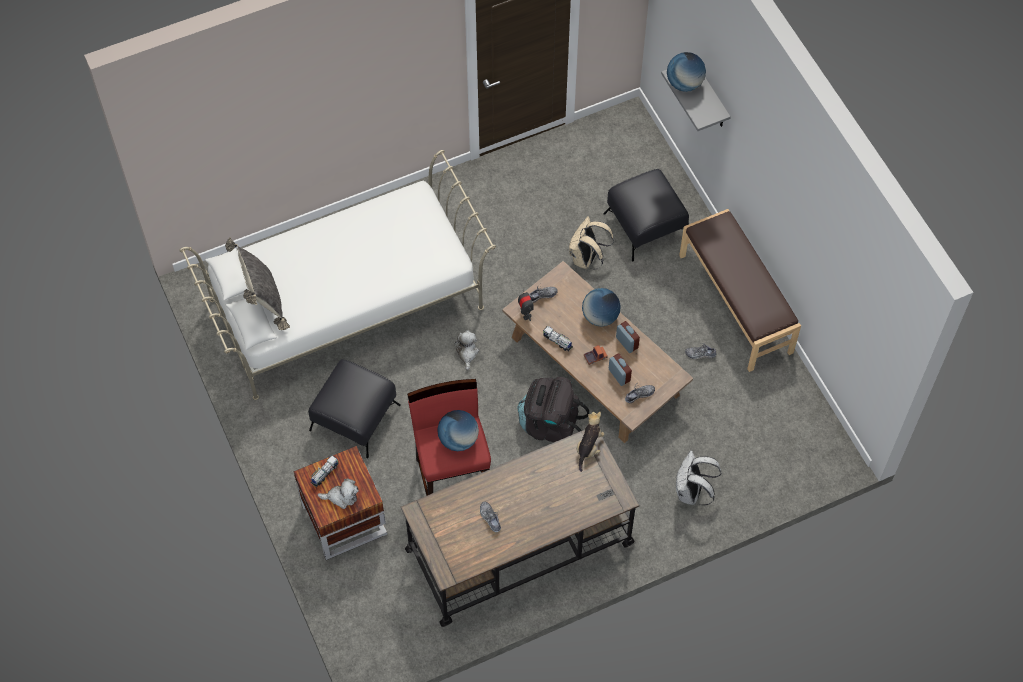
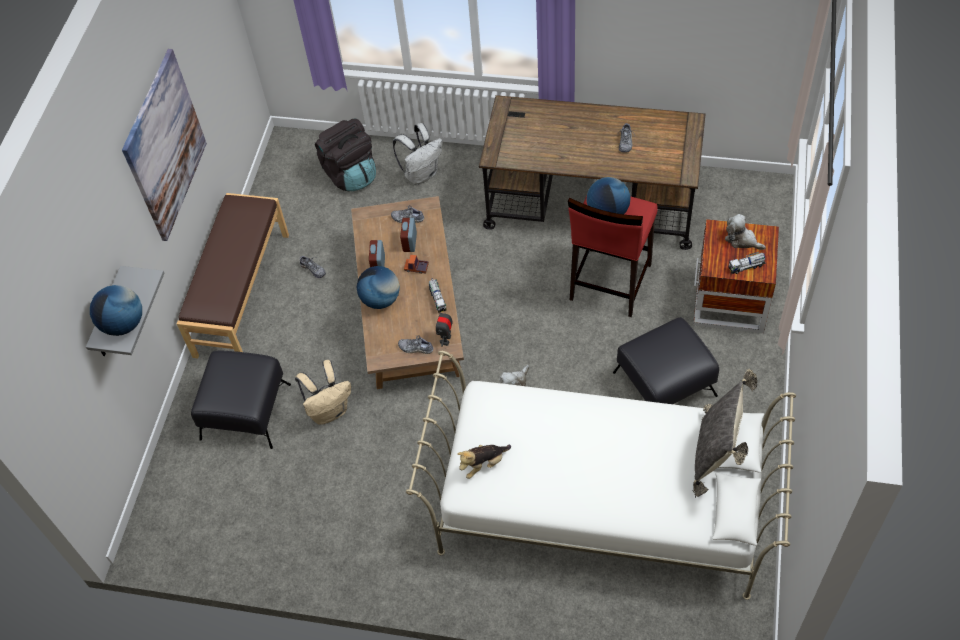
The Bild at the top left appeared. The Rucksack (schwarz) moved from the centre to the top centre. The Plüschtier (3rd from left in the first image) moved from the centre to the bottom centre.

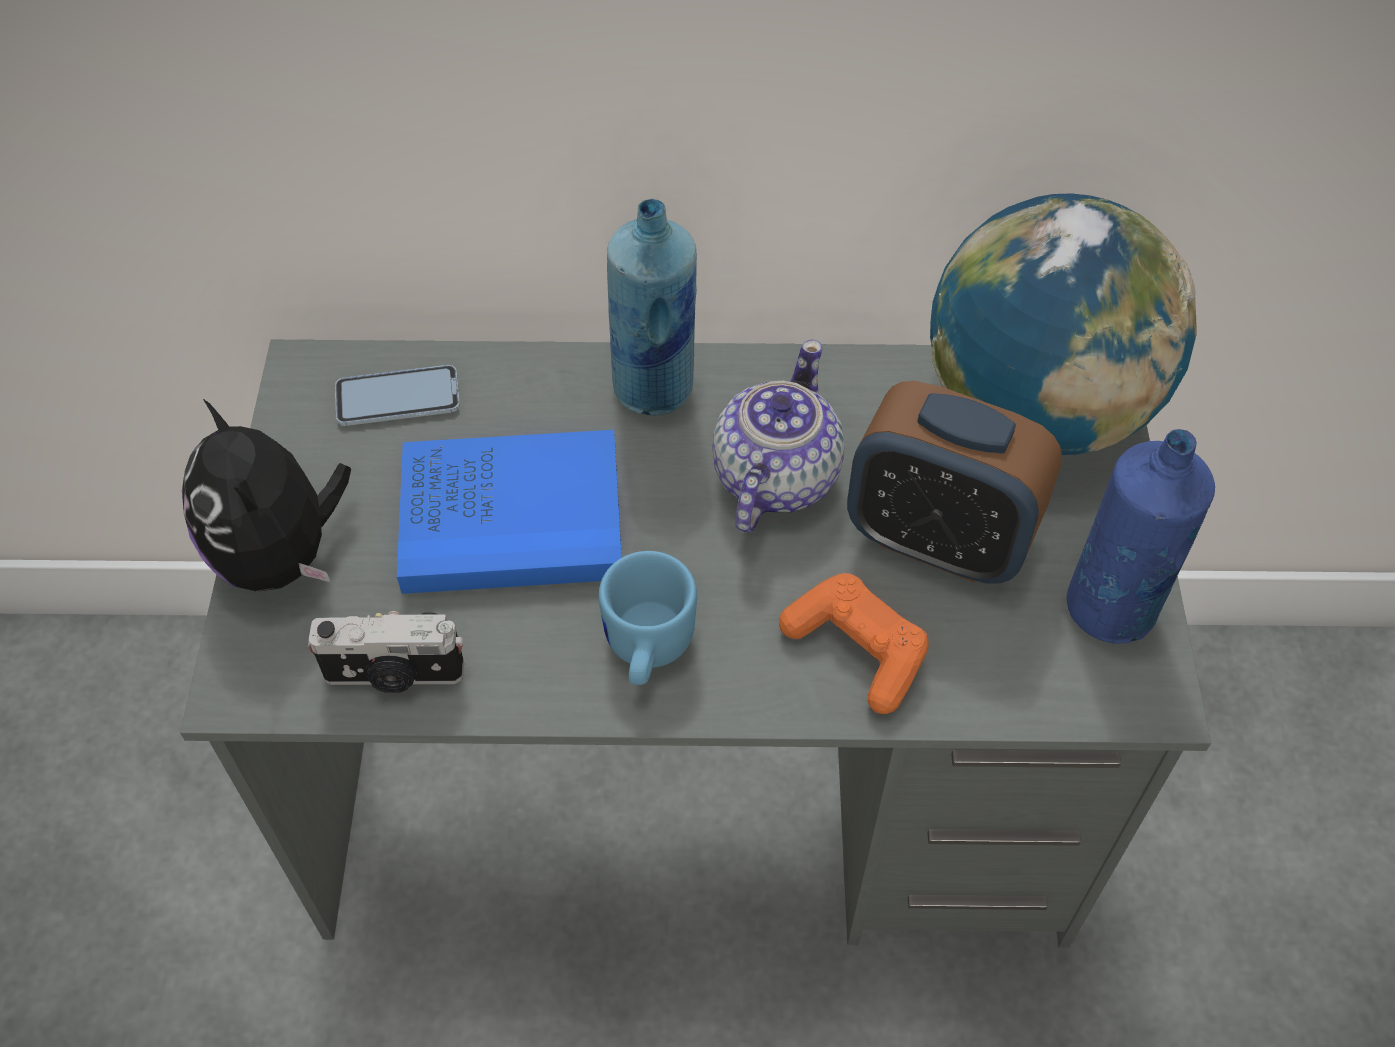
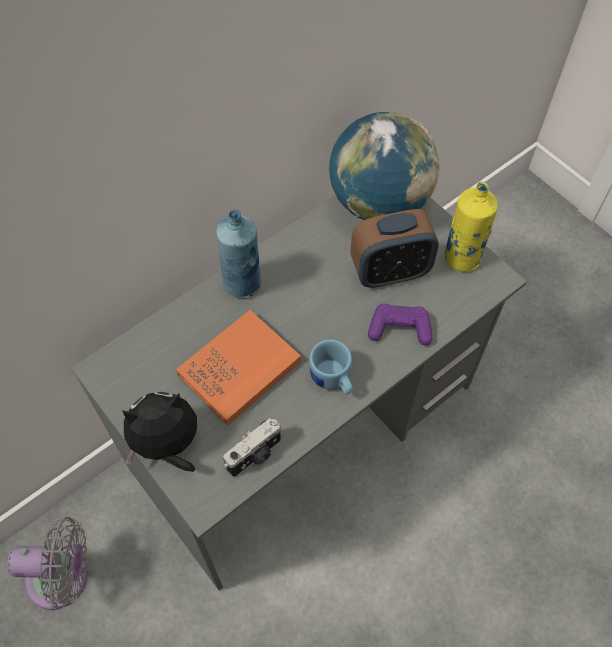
The Ventilator (grau) at the bottom left appeared. The Plüschtier at the middle left turned 135 degrees clockwise. The Buch (blau) at the centre became the Buch (orange) at the centre. The Gamepad (orange) at the centre became the Gamepad (lila) at the centre. The Flasche (blau) (2nd from left) at the middle right became the Flasche (gelb) at the middle right. The Handy at the middle left disappeared. The Teekanne at the centre disappeared.

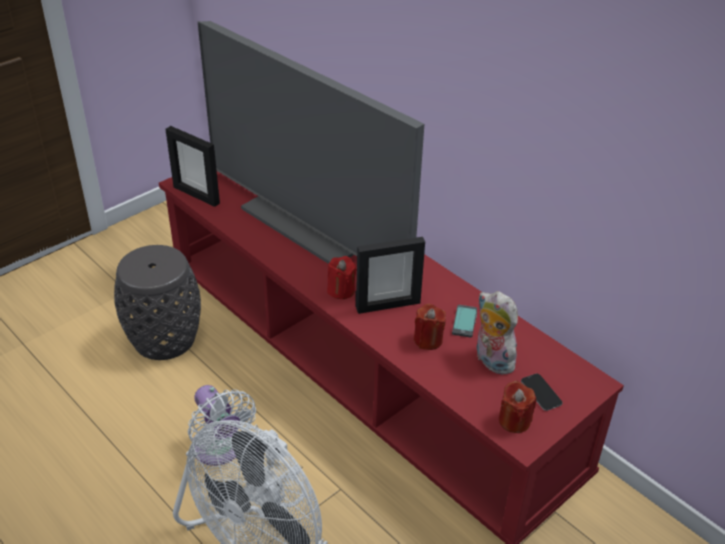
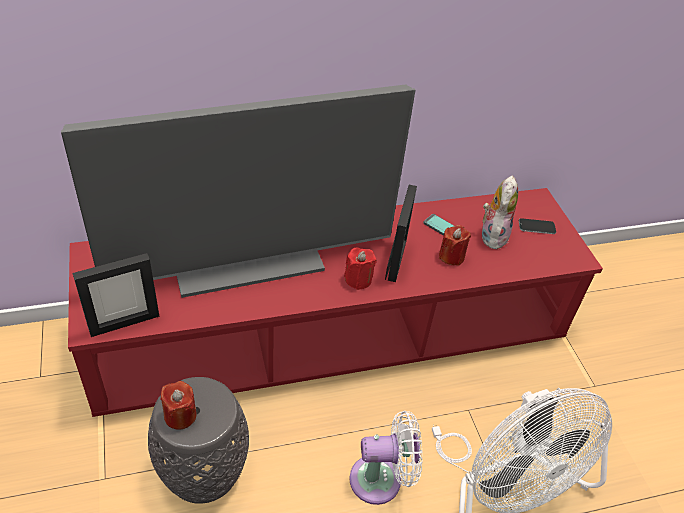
The Kerze (rot) (3rd from left in the first image) moved from the bottom right to the bottom left. The Plüschtier at the middle right turned 120 degrees clockwise.

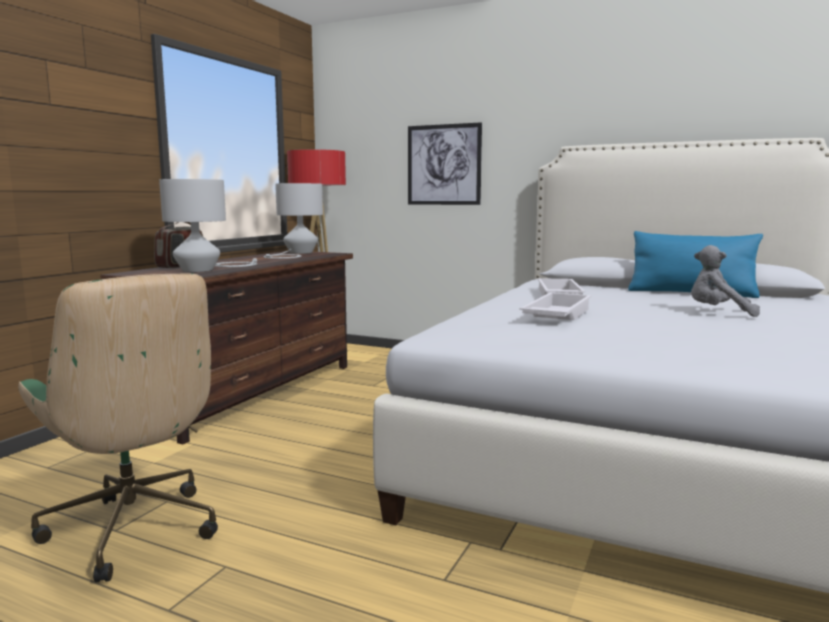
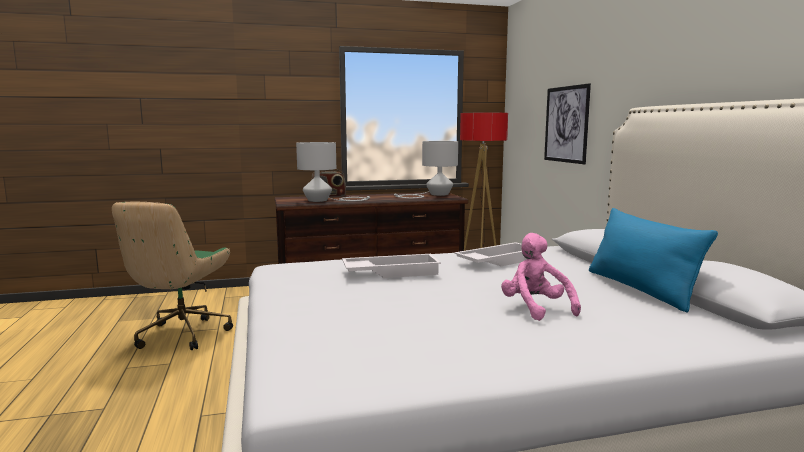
The Plüschtier (grau) at the middle right became the Plüschtier (rosa) at the middle right.

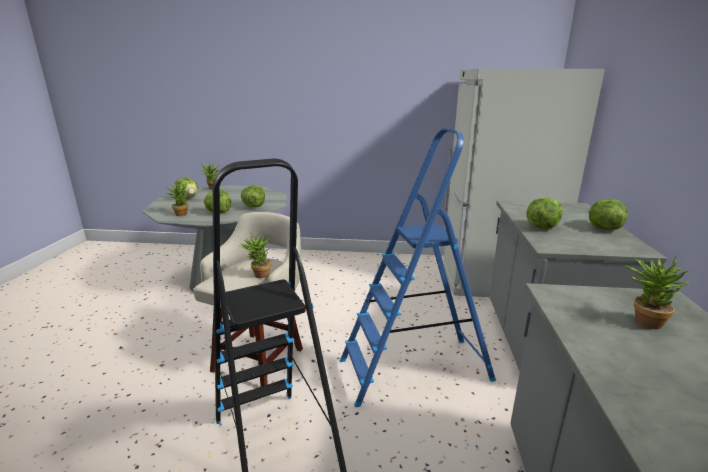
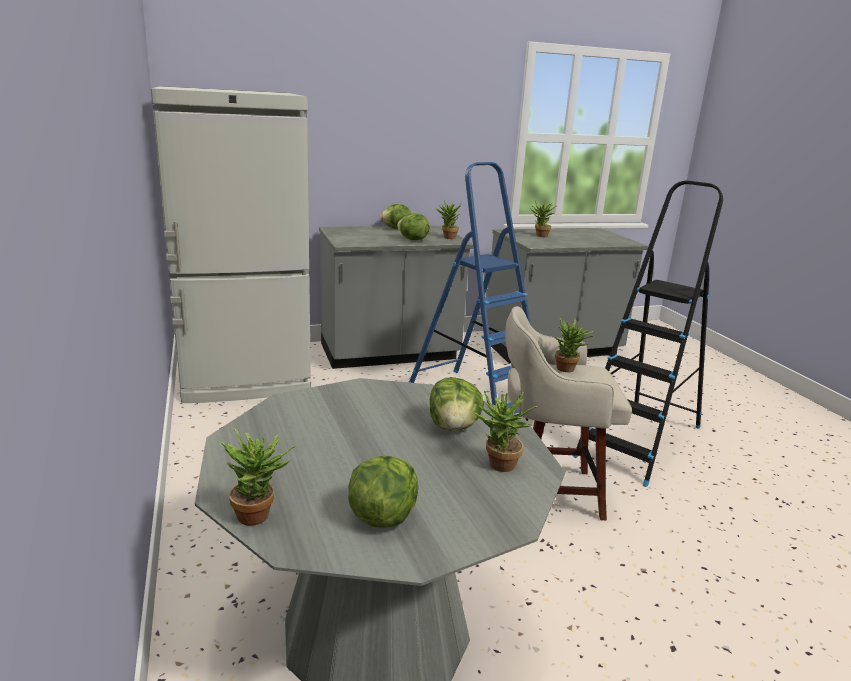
The Topfpflanze (2nd from left) at the top centre appeared. The Salatkopf (3rd from left) at the centre disappeared.

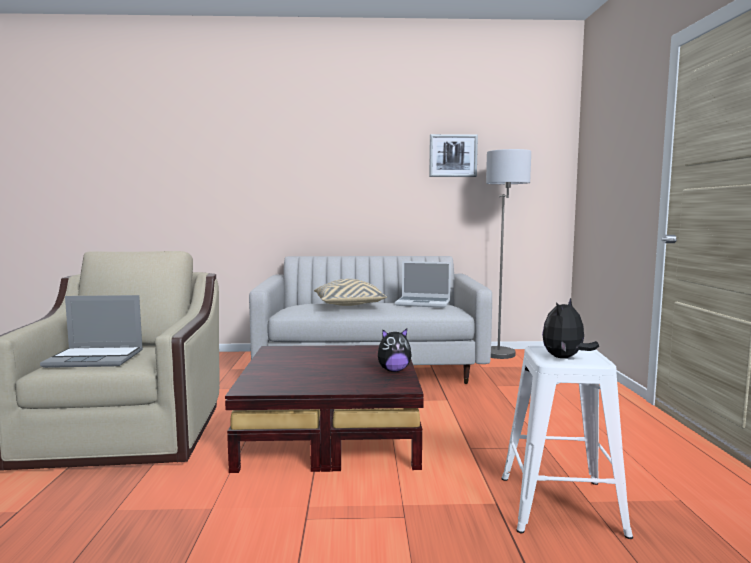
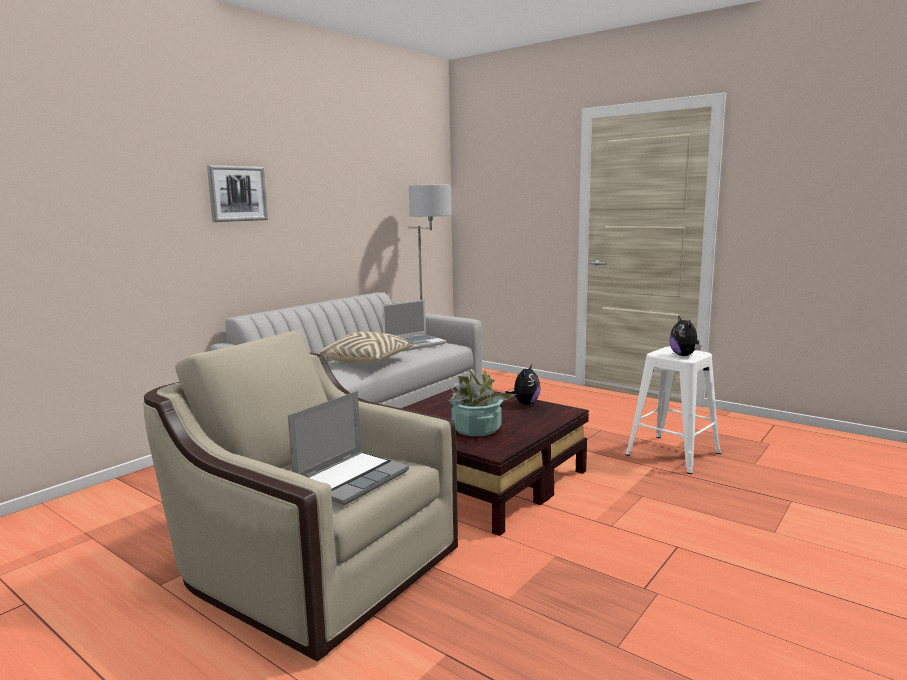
The Bild moved from the top centre to the top left. The Topfpflanze at the centre appeared.

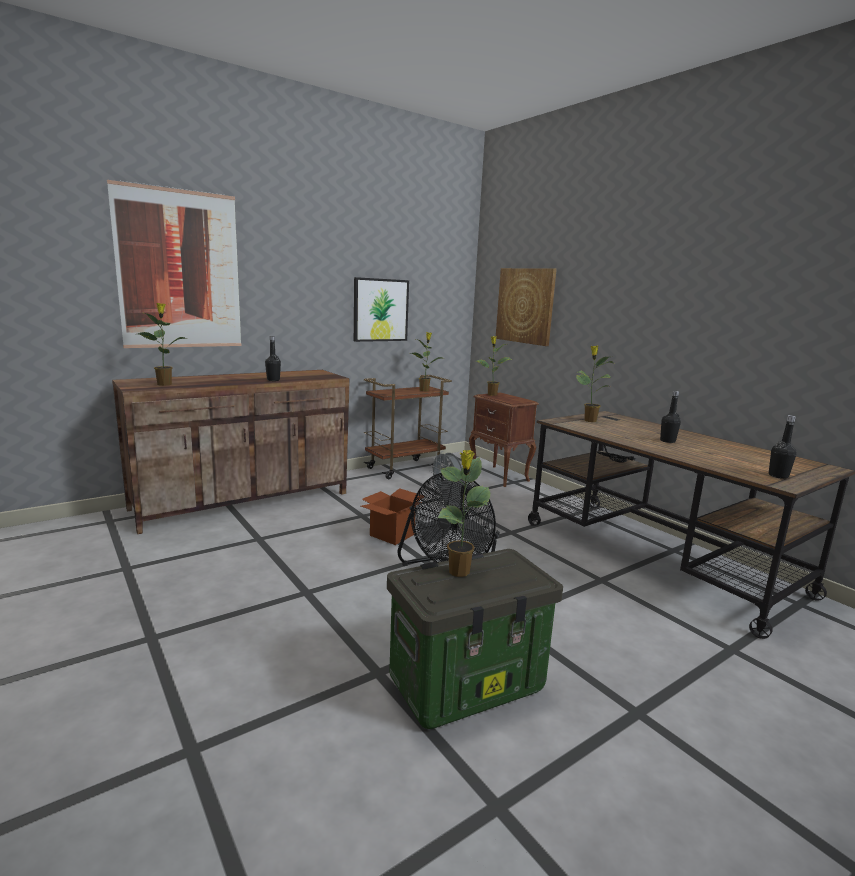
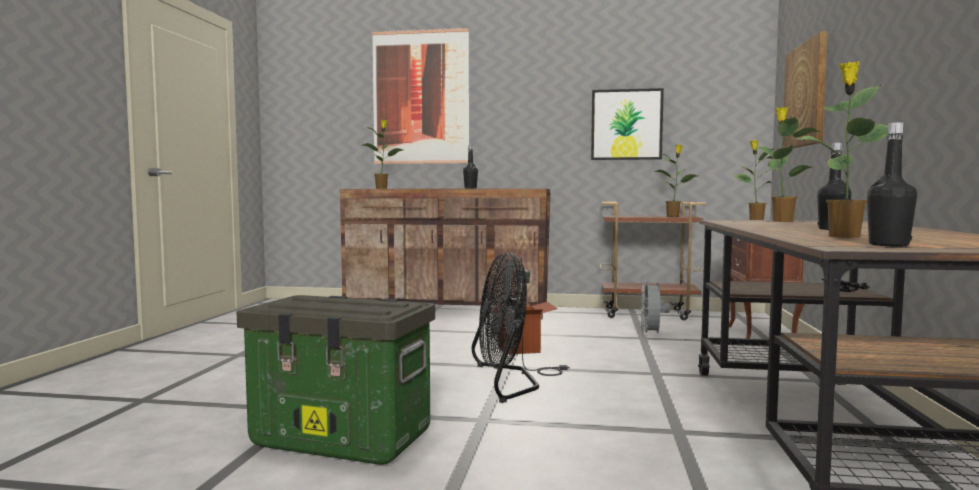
The Topfpflanze (3rd from left in the first image) moved from the centre to the top right.

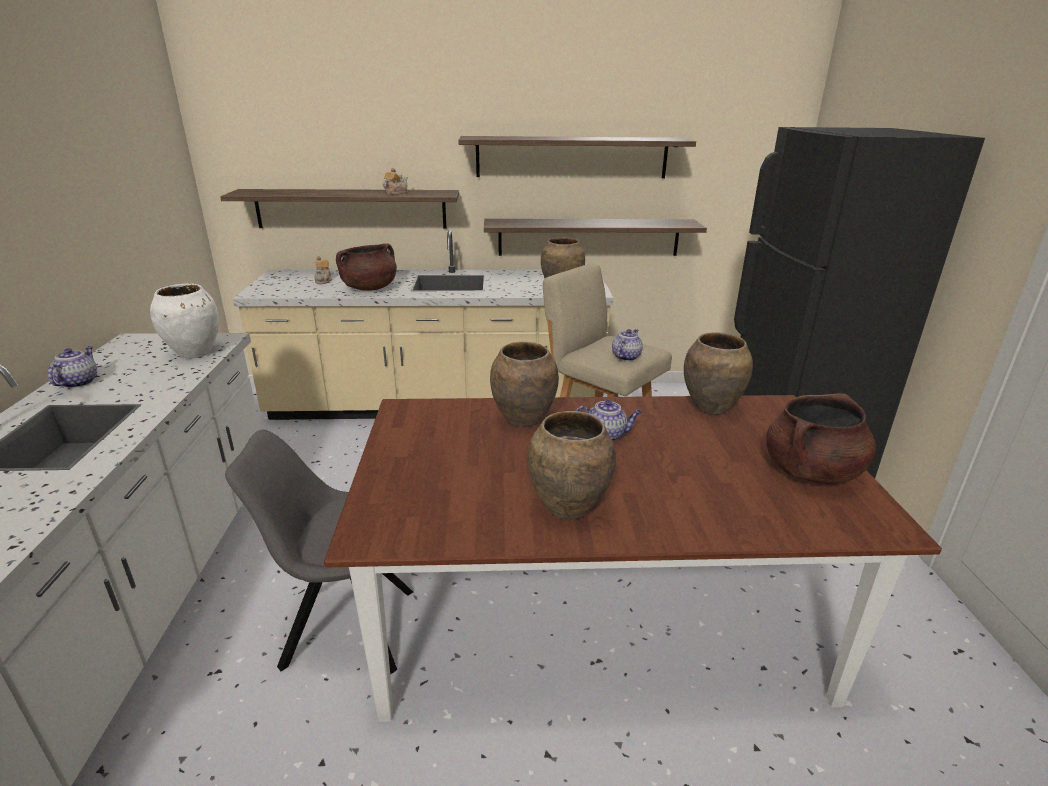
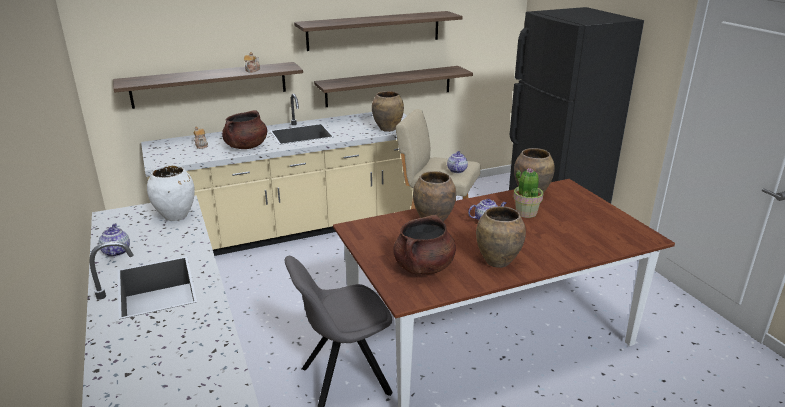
The Kochtopf (braun) (2nd from left) moved from the middle right to the centre. The Topfpflanze at the middle right appeared.

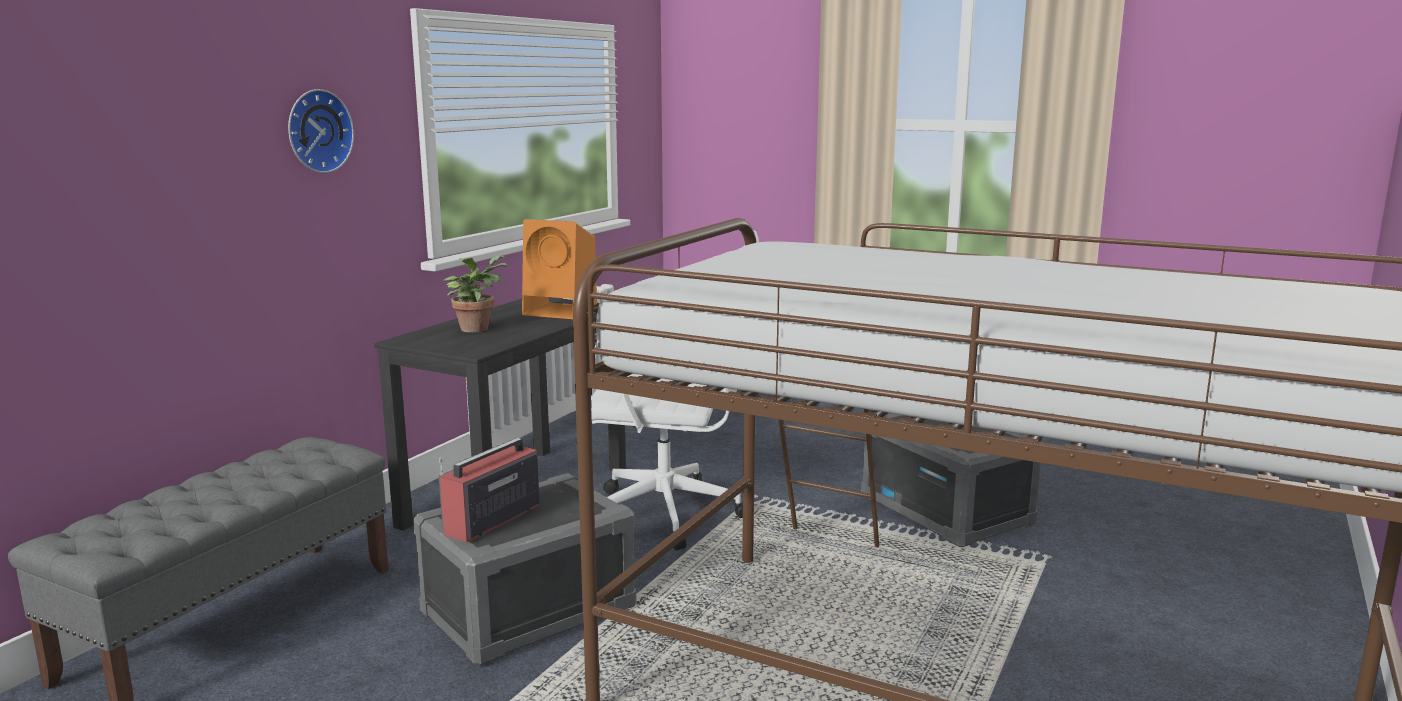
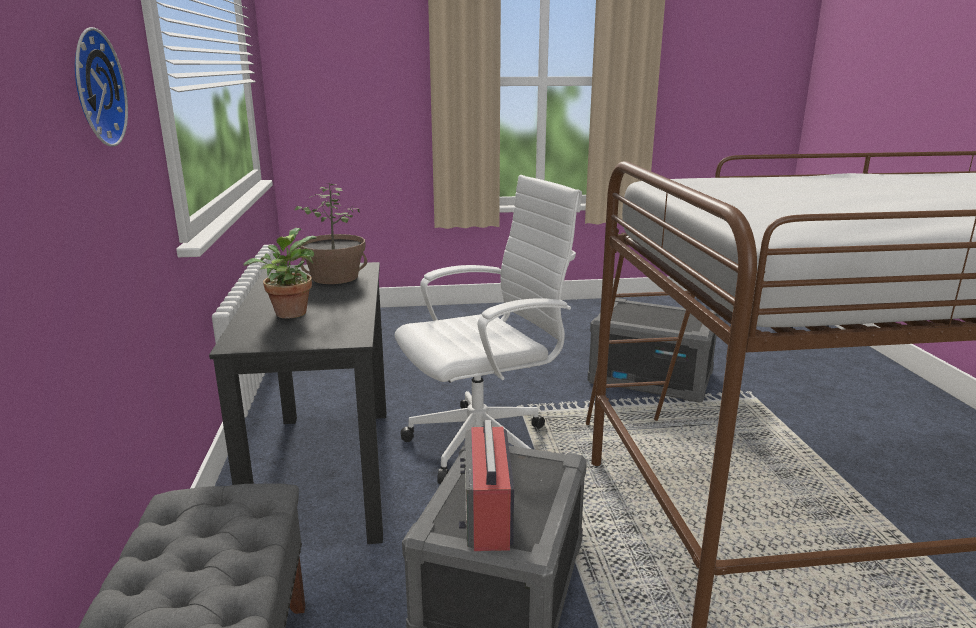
The Lautsprecher (orange) at the centre was replaced by the Topfpflanze (2nd from left) at the centre.

